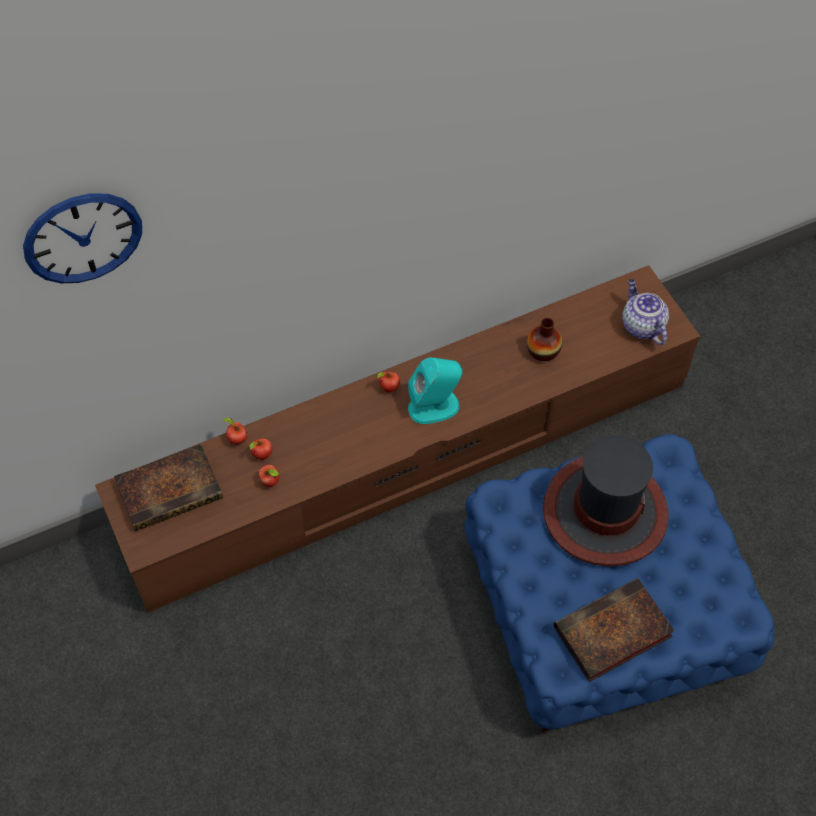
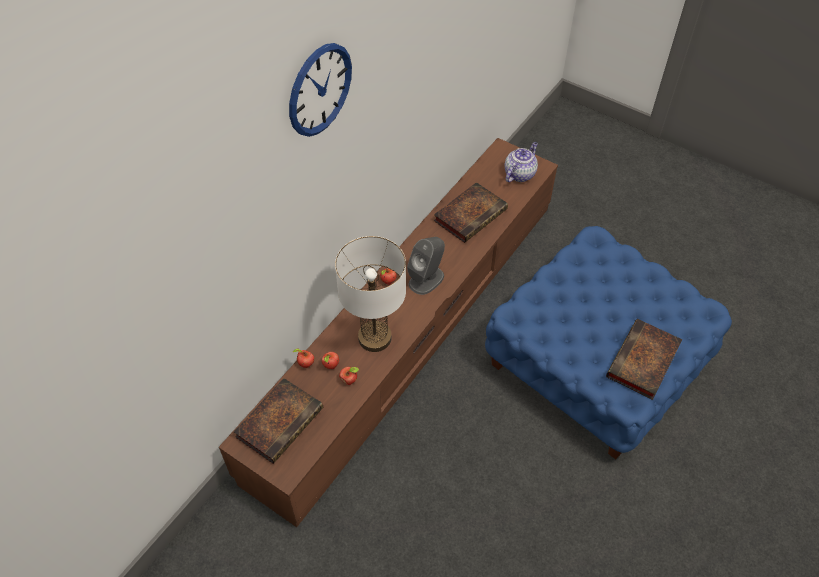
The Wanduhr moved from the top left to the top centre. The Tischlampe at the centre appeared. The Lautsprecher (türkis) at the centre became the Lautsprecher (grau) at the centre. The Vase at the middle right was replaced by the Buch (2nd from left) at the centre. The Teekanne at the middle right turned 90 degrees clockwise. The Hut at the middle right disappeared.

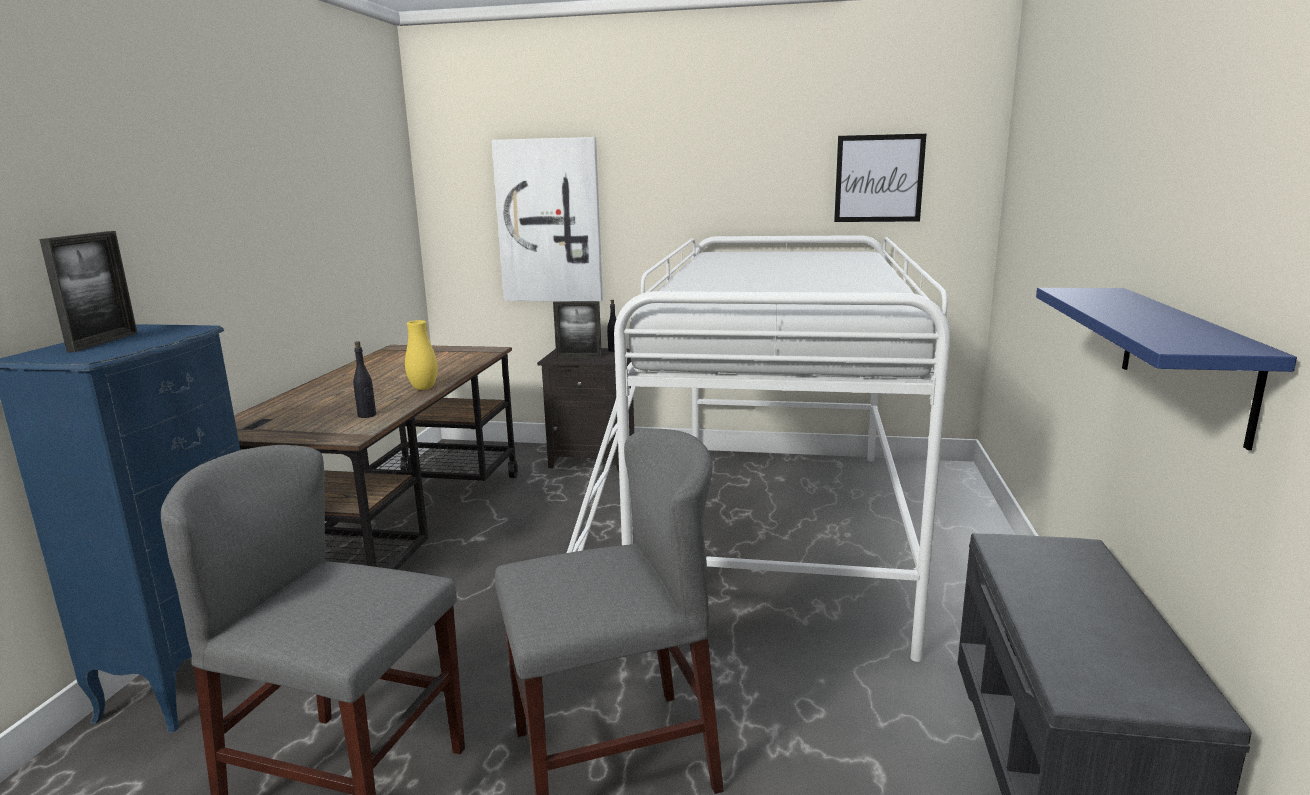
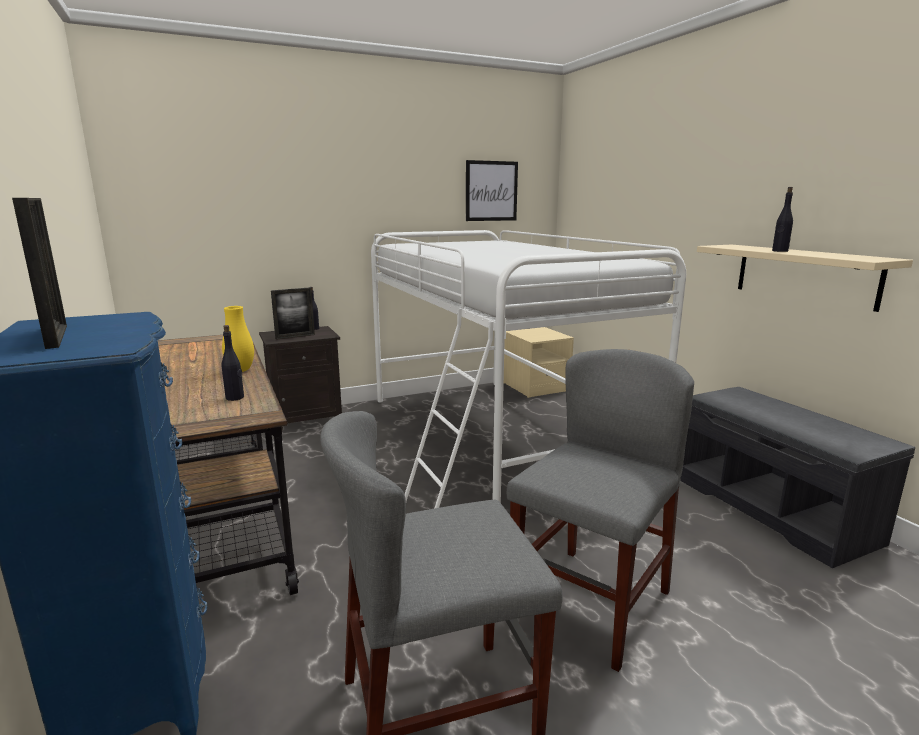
The Nachttisch (beige) at the centre appeared. The Wandregal (blau) at the middle right became the Wandregal (beige) at the middle right. The Flasche (schwarz) (3rd from left) at the top right appeared. The Bild (1st from left) at the top centre disappeared.

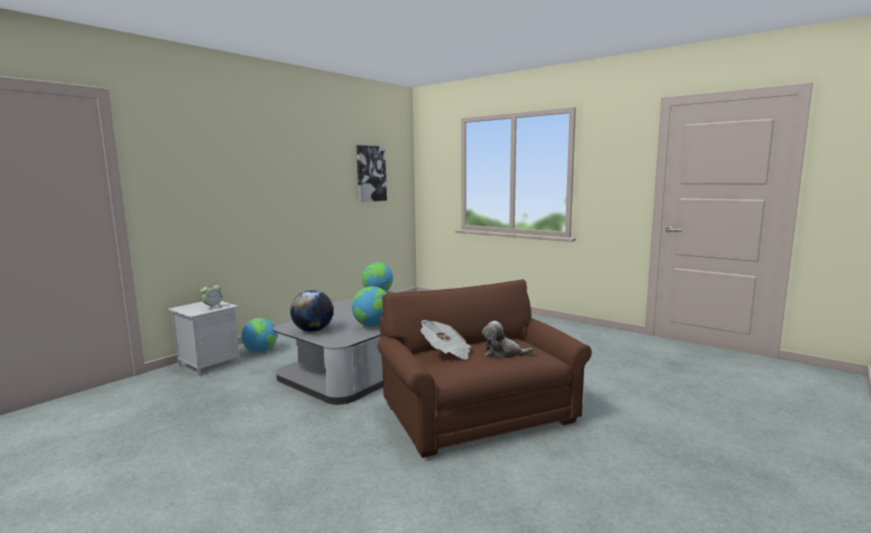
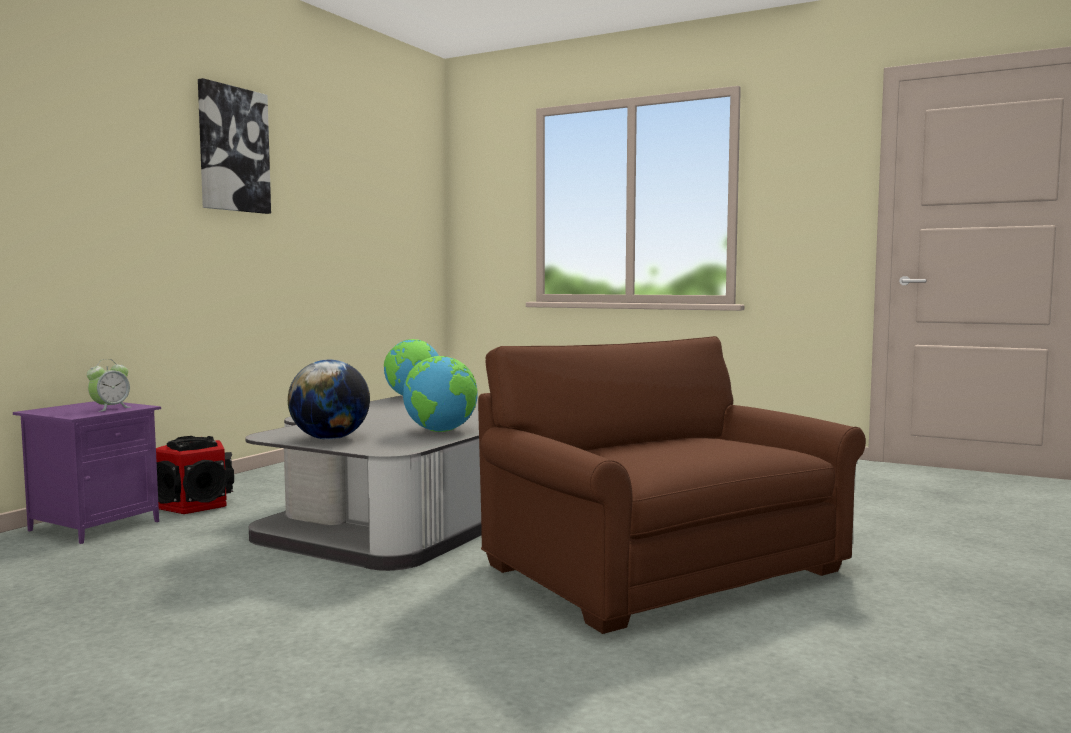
The Nachttisch (grau) at the middle left became the Nachttisch (lila) at the middle left. The Globus (1st from left) at the middle left was replaced by the Lautsprecher at the middle left. The Bild moved from the top centre to the top left. The Zeitung at the centre disappeared. The Plüschtier at the centre disappeared.

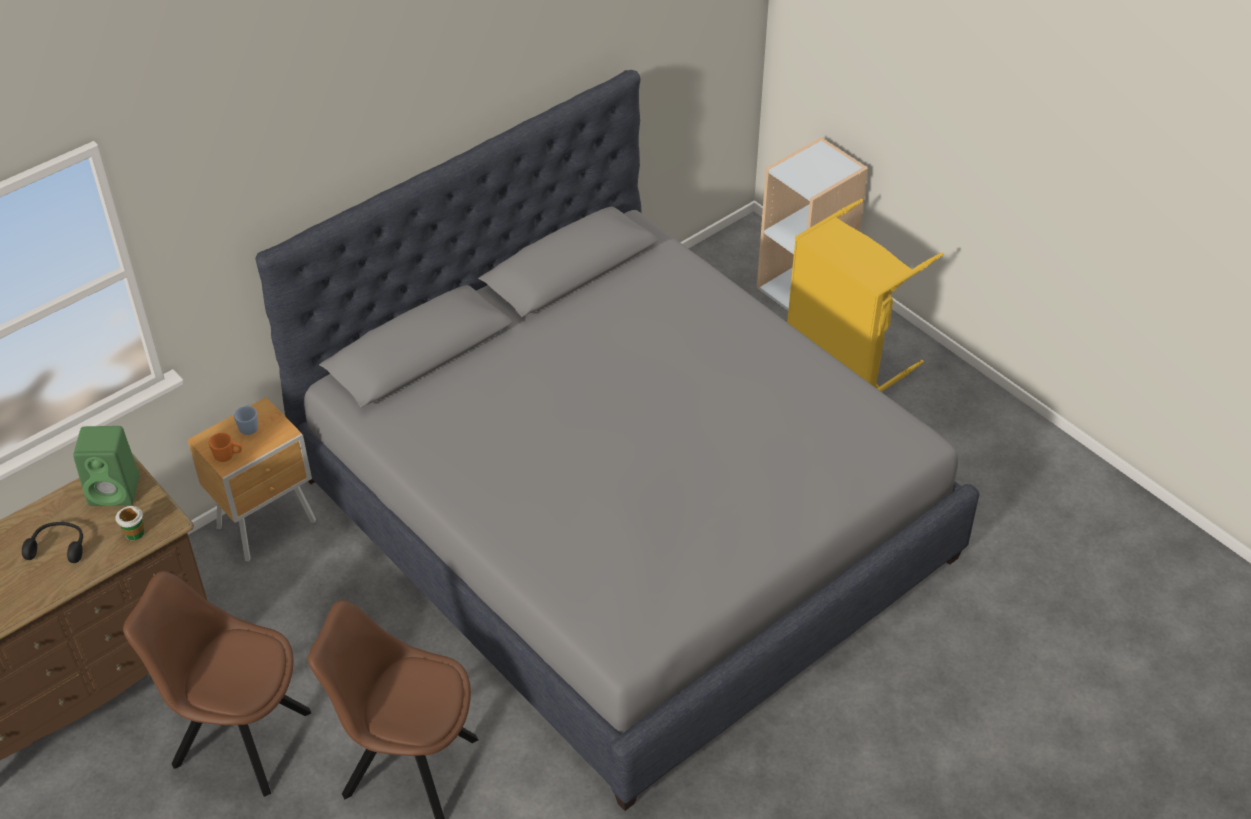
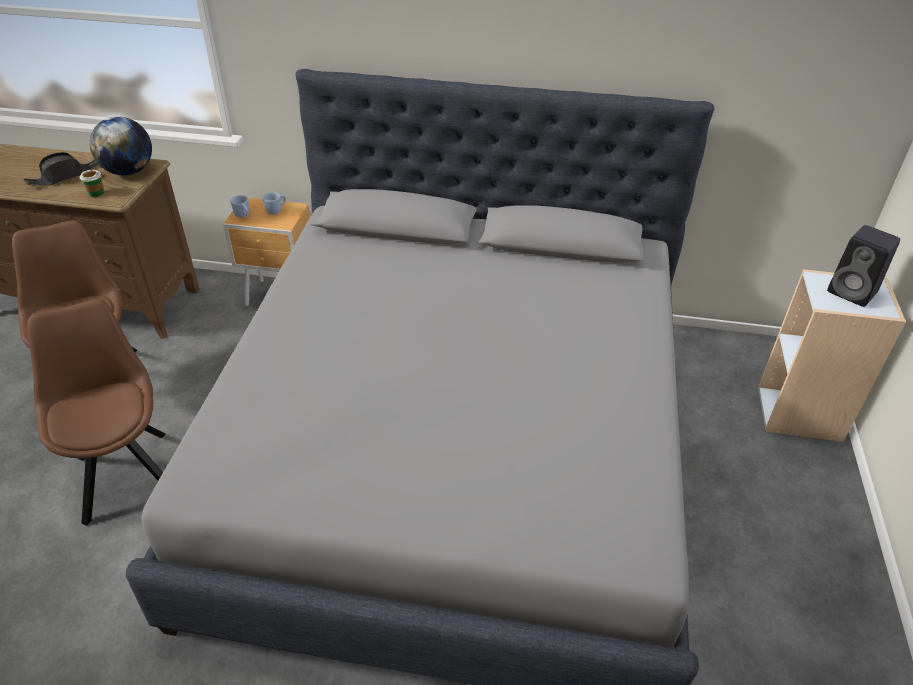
The Kopfhörer (schwarz) at the middle left was replaced by the Hut (schwarz) at the top left. The Lautsprecher (grün) at the middle left was replaced by the Globus at the top left. The Henkelbecher (orange) at the middle left became the Henkelbecher (blau) (1st from left) at the top left. The Lautsprecher (schwarz) at the middle right appeared. The Wäschekorb (gelb) at the middle right disappeared.

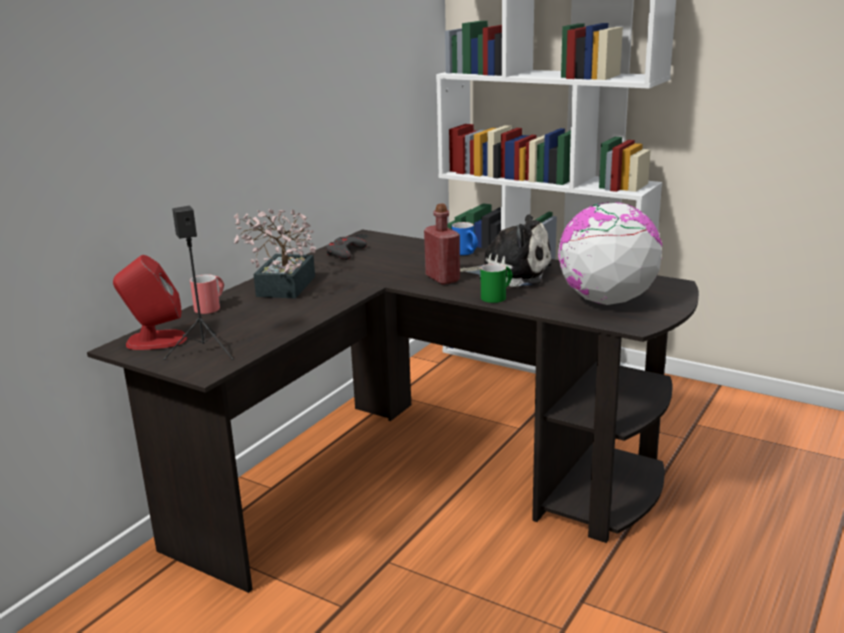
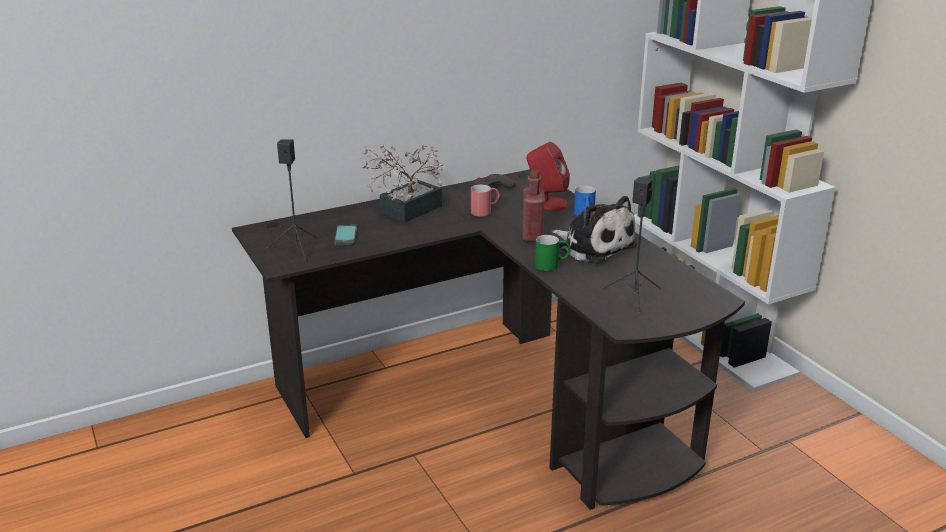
The Handy at the centre appeared. The Henkelbecher (rot) moved from the middle left to the centre. The Lautsprecher (rot) moved from the middle left to the top centre. The Globus at the middle right was replaced by the Lautsprecher (schwarz) (2nd from left) at the middle right.

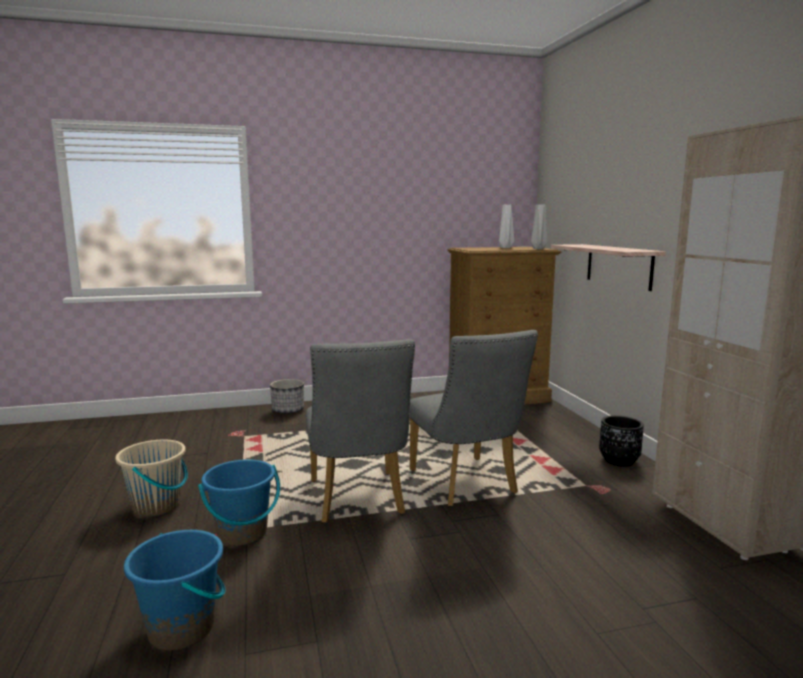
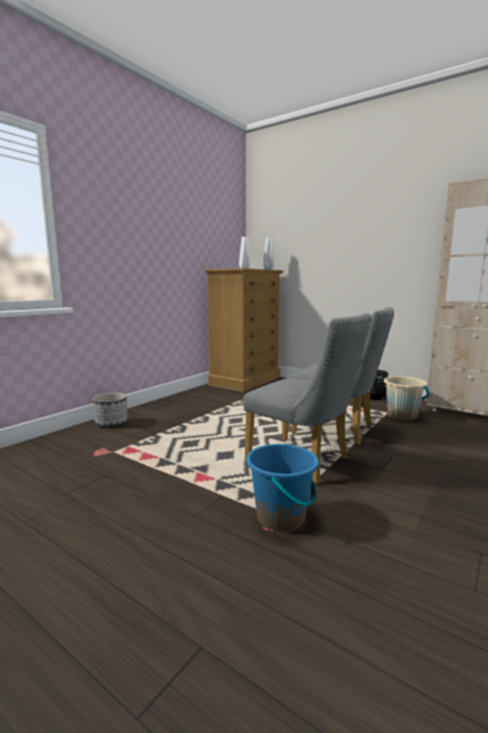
The Eimer (beige) moved from the bottom left to the middle right. The Eimer (blau) (1st from left) at the bottom left disappeared. The Wandregal at the middle right disappeared.

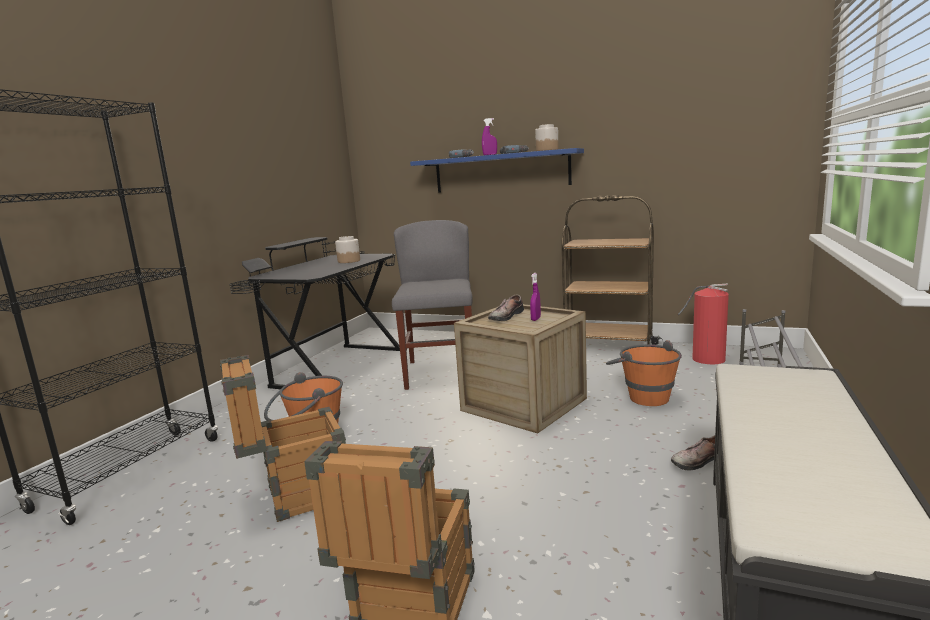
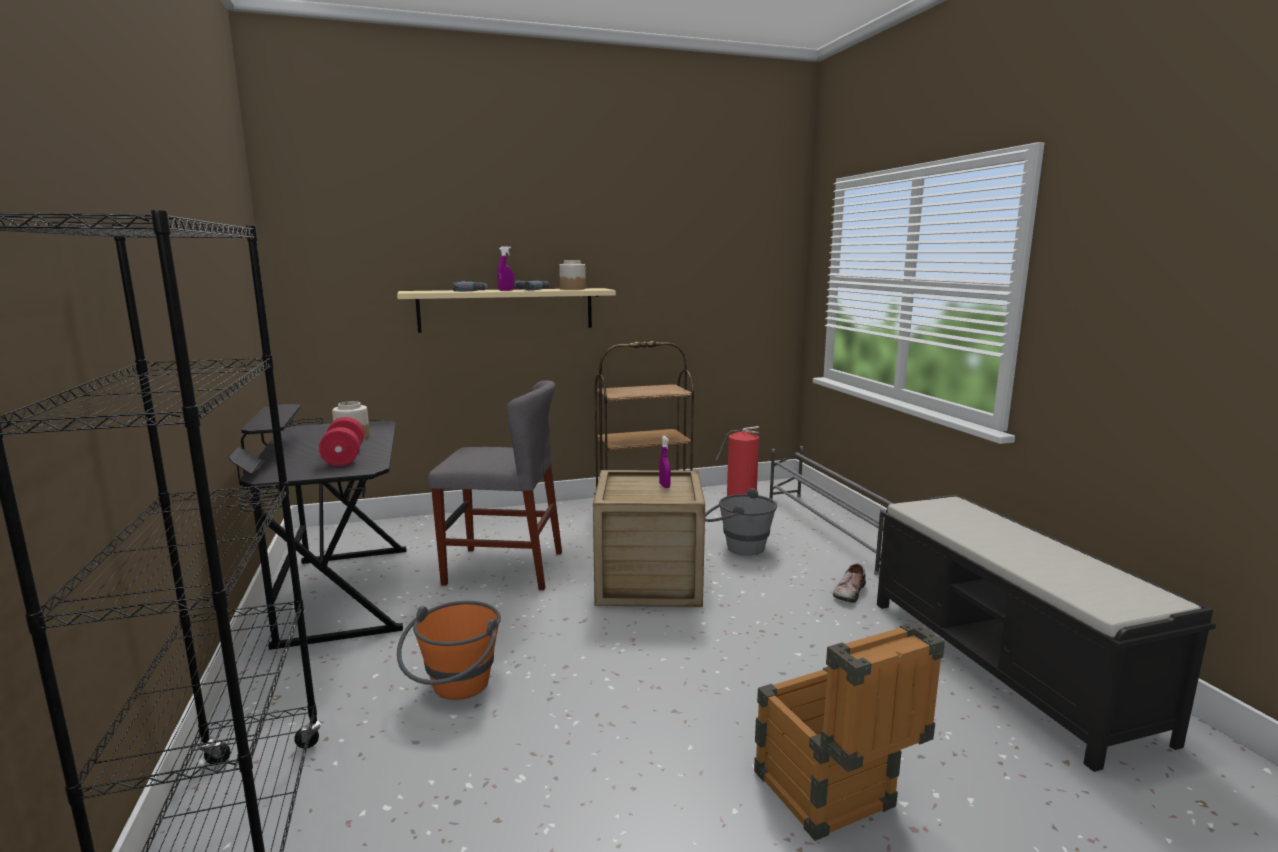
The Hantel (rot) at the middle left appeared. The Wandregal (blau) at the top centre became the Wandregal (beige) at the centre. The Stuhl (grau) at the centre turned 135 degrees clockwise. The Eimer (orange) (2nd from left) at the middle right became the Eimer (grau) at the centre. The Kiste (1st from left) at the bottom left disappeared. The Schuh (1st from left) at the centre disappeared.

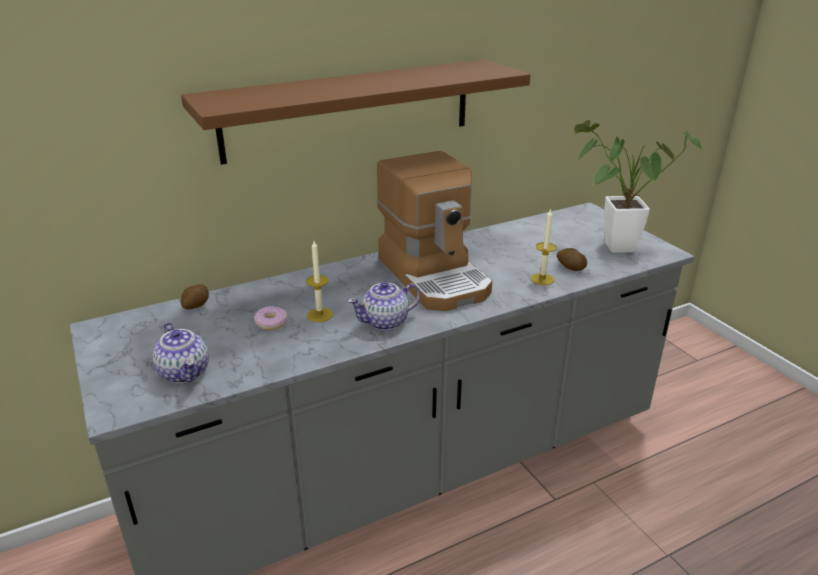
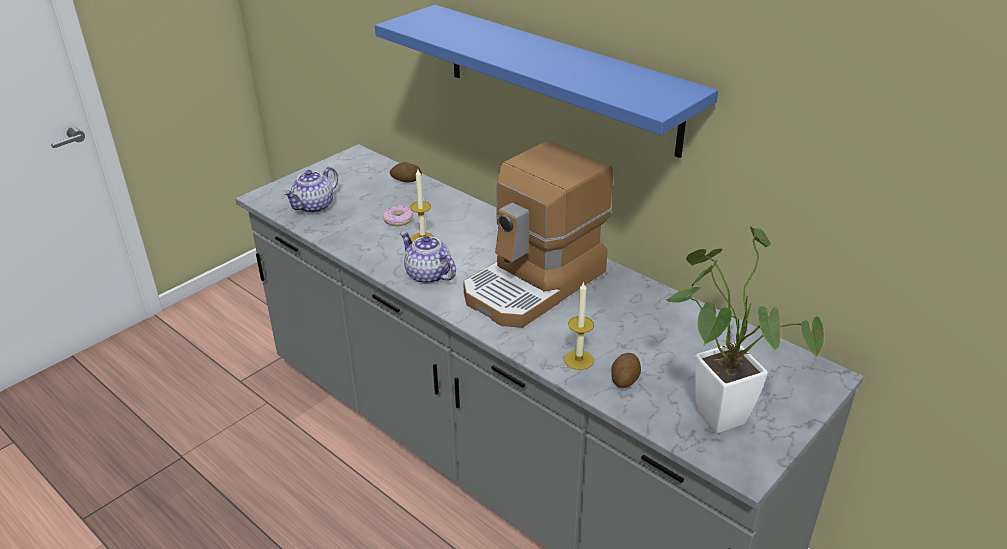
The Wandregal (braun) at the top centre became the Wandregal (blau) at the top centre.

